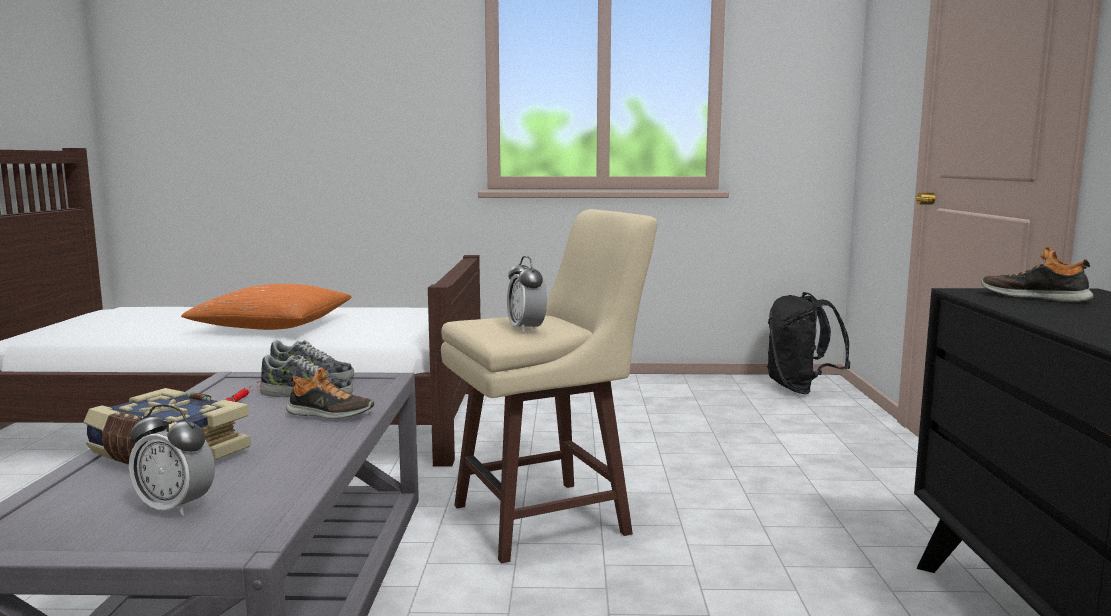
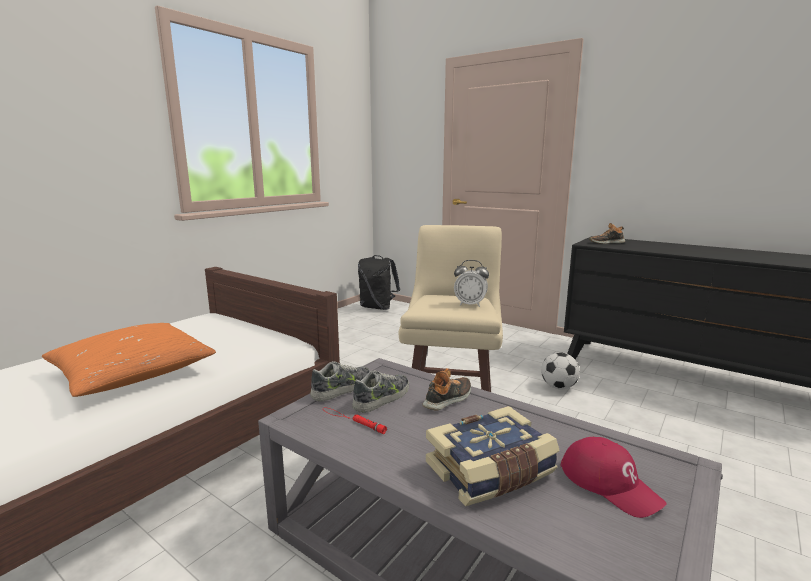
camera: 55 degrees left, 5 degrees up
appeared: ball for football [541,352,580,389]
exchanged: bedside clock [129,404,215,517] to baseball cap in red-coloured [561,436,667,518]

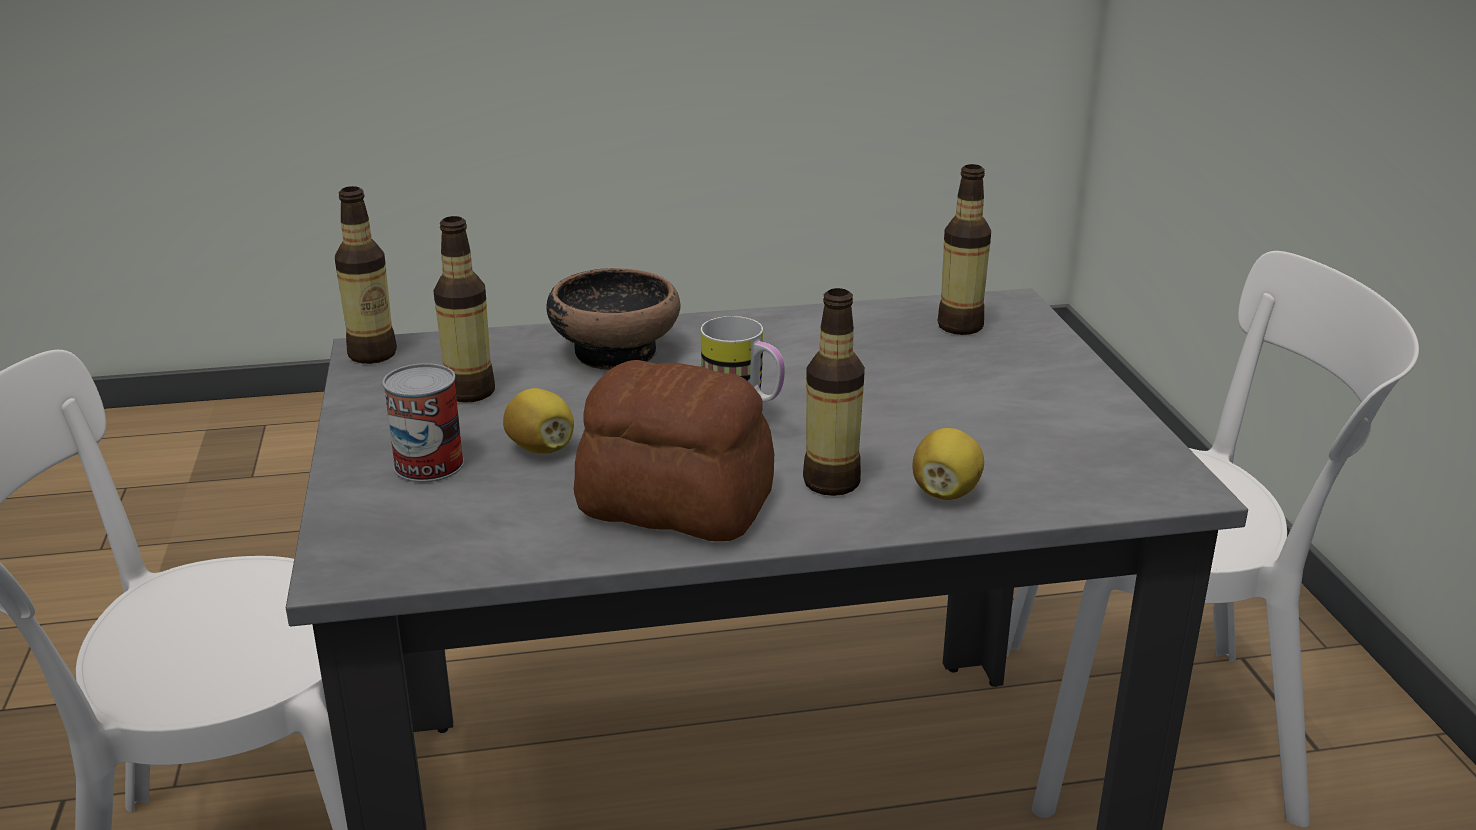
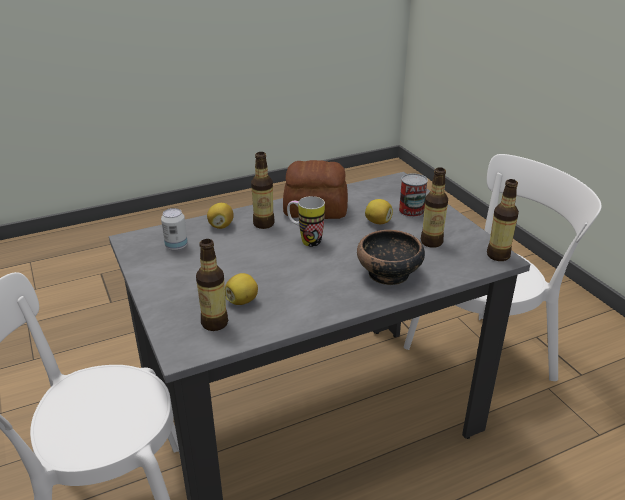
camera: 165 degrees right, 5 degrees up
appeared: metal can [161,208,188,251]; lemon [225,273,258,305]

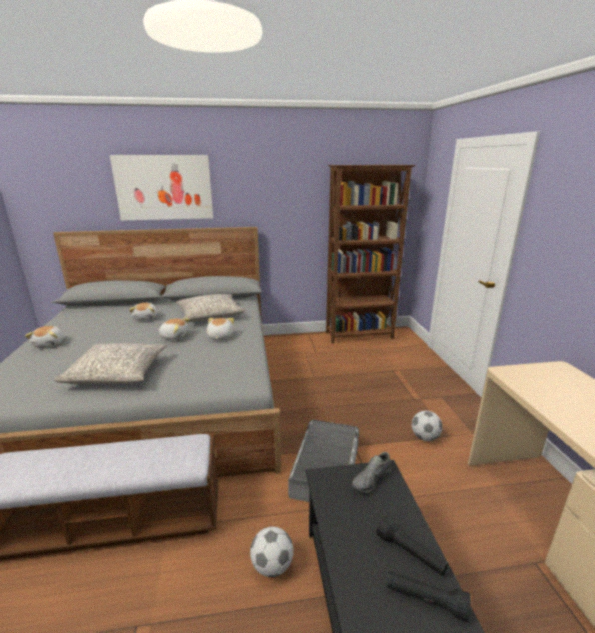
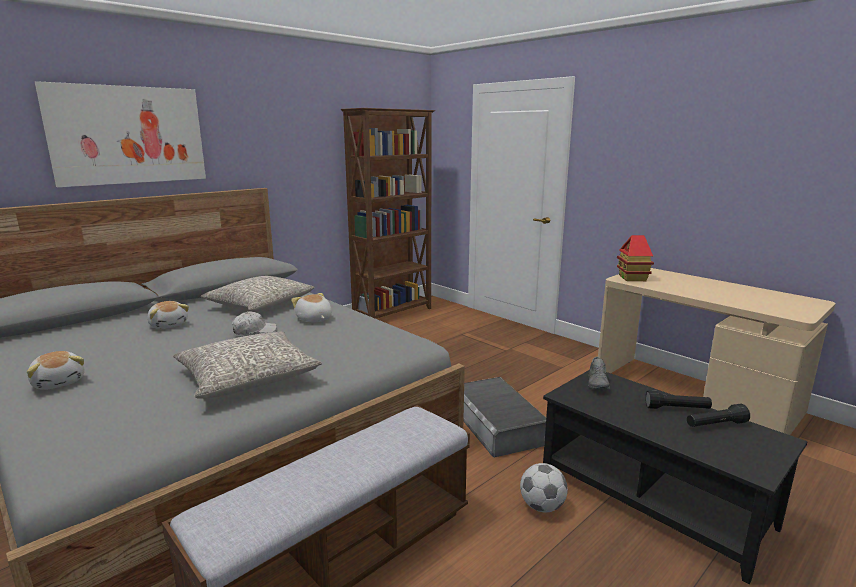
camera: 35 degrees left, 5 degrees down
missing: ball for football [412,411,443,441]
appeared: toy house [617,235,654,281]
exchanged: cuddly toy [158,318,190,340] to baseball cap in whitish [232,311,277,335]

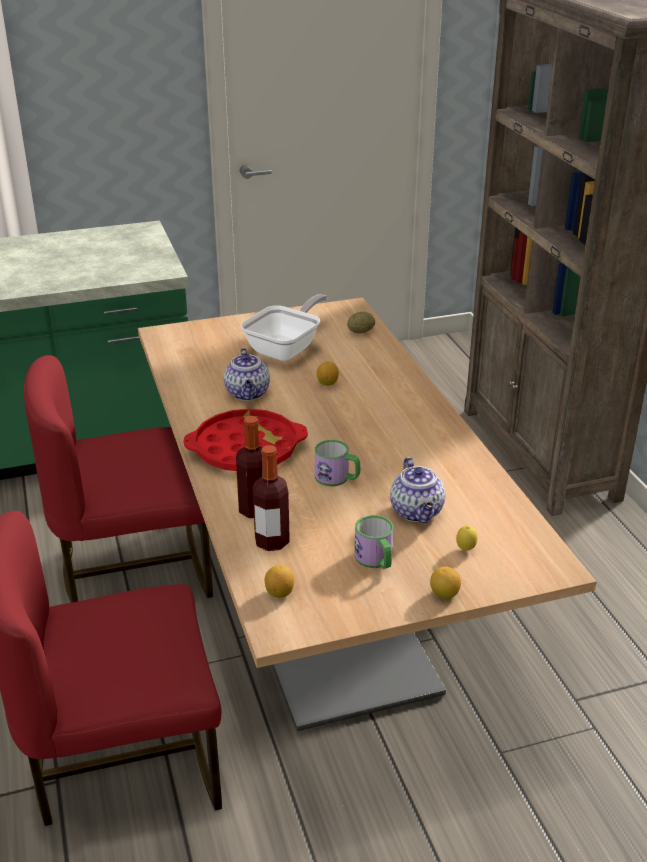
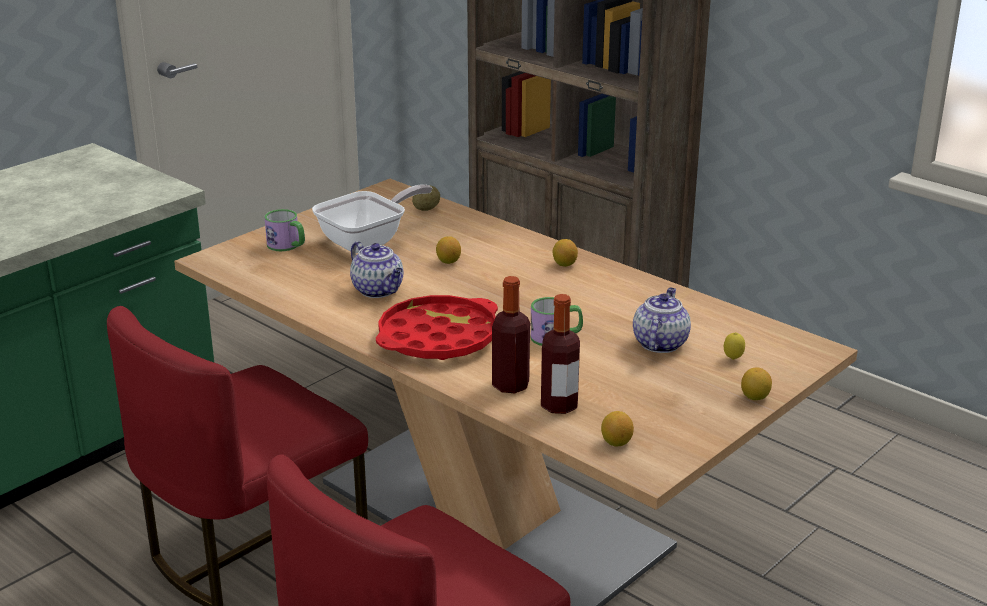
camera: 30 degrees left, 5 degrees down
appeared: lemon [553,239,578,267]
relocated: tea mug [355,515,393,569] to [265,209,305,251]
spun: frying pan [241,294,327,361] = [312,184,432,253] 45 degrees clockwise; teapot [390,457,445,523] = [633,288,691,353] 120 degrees counterclockwise

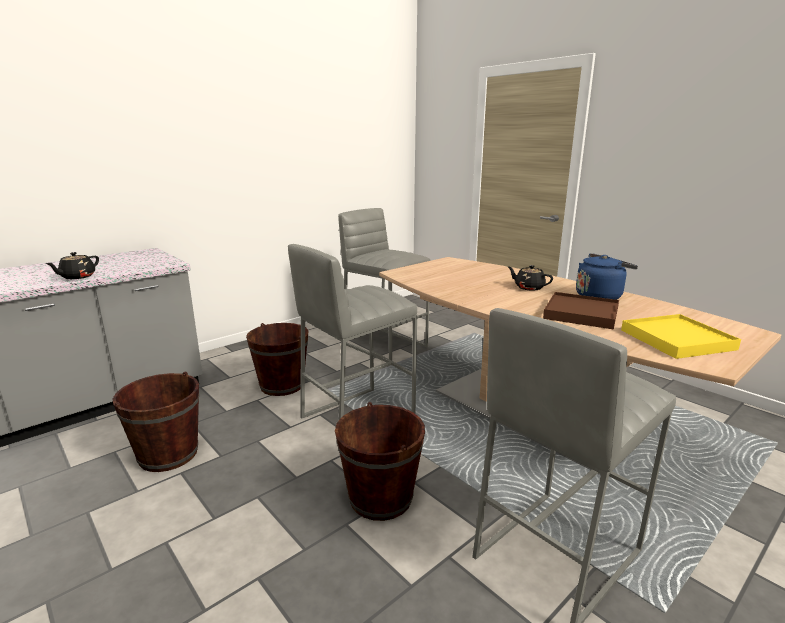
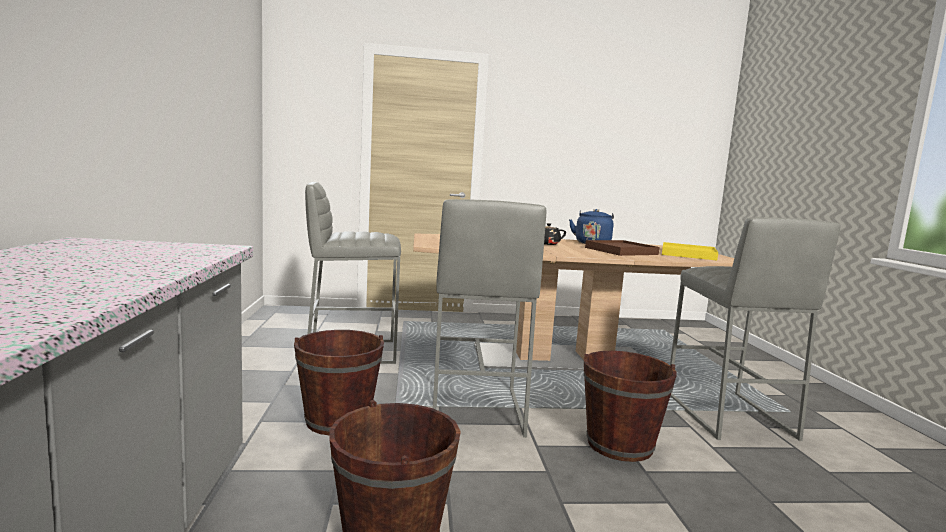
camera: 55 degrees left, 10 degrees down
missing: teapot in blackish [45,252,99,279]

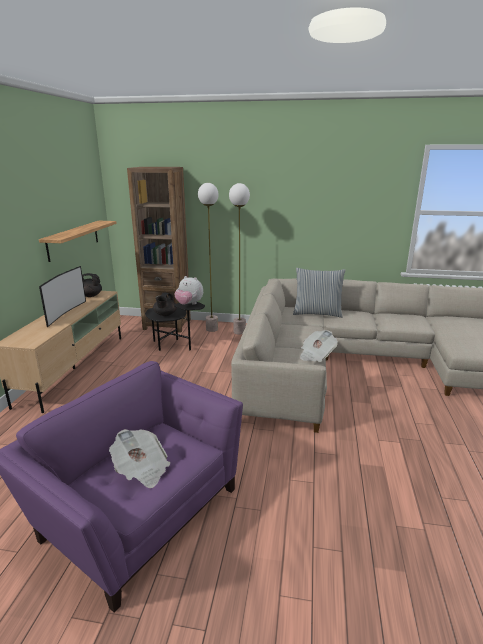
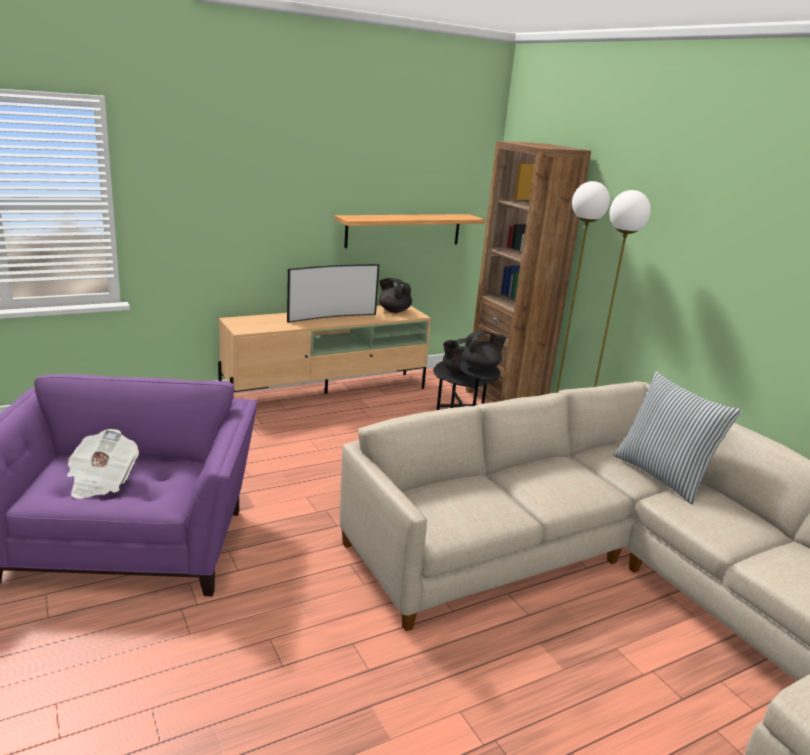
camera: 50 degrees right, 0 degrees up
missing: printed paper [299,330,338,362]
exchanged: cuddly toy [174,276,203,305] to teapot in blackish [462,330,507,371]

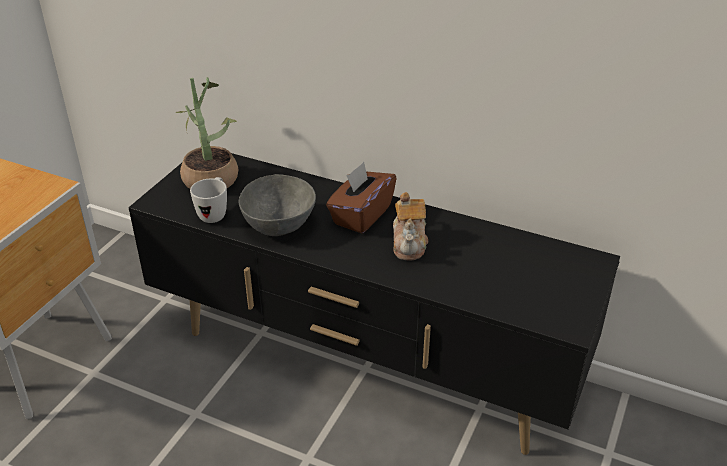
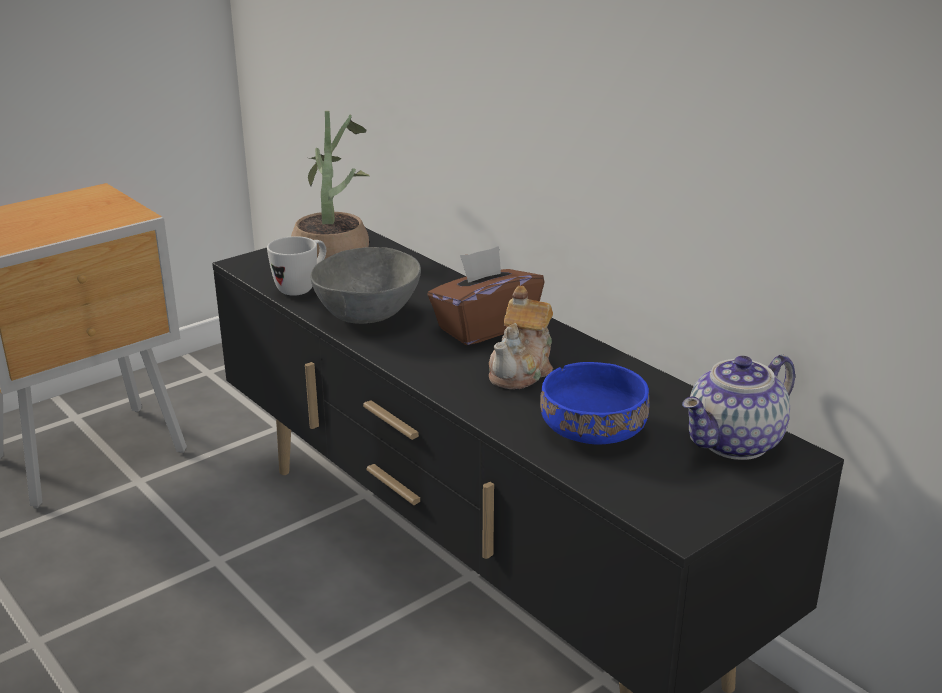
camera: 25 degrees right, 10 degrees down
appeared: serving bowl in bluish [540,362,649,445]; teapot [682,354,795,460]

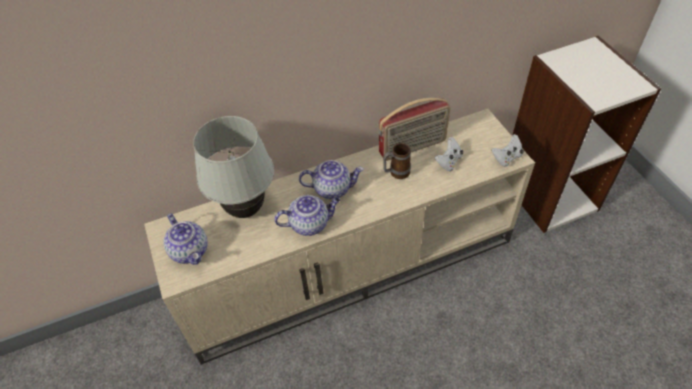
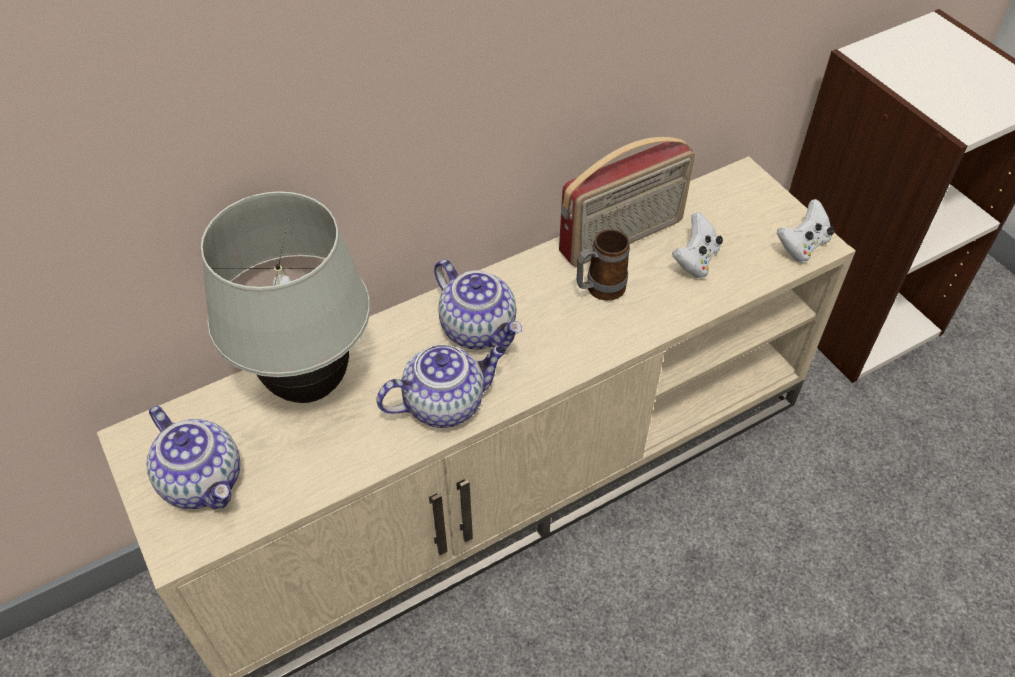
camera: 10 degrees left, 0 degrees up
spun: teapot [299,160,364,199] = [434,259,522,349] 60 degrees clockwise

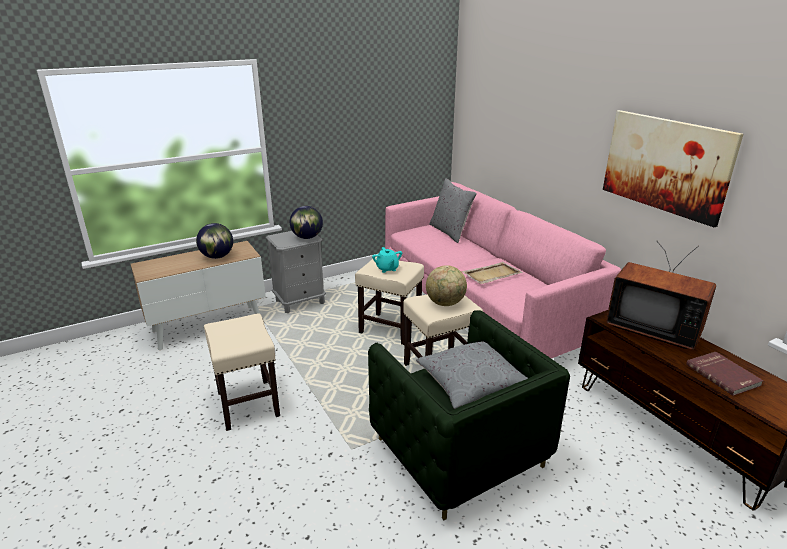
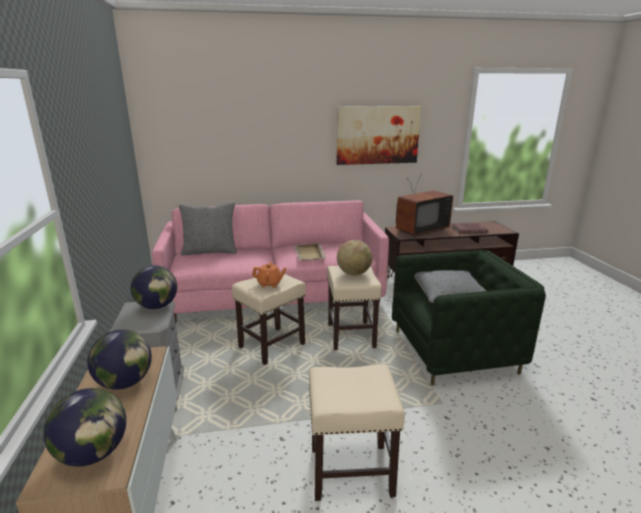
camera: 70 degrees left, 5 degrees down
appeared: globe [44,388,126,467]
colour: teapot in turquoise [372,247,402,273] to teapot in orange [252,262,287,288]

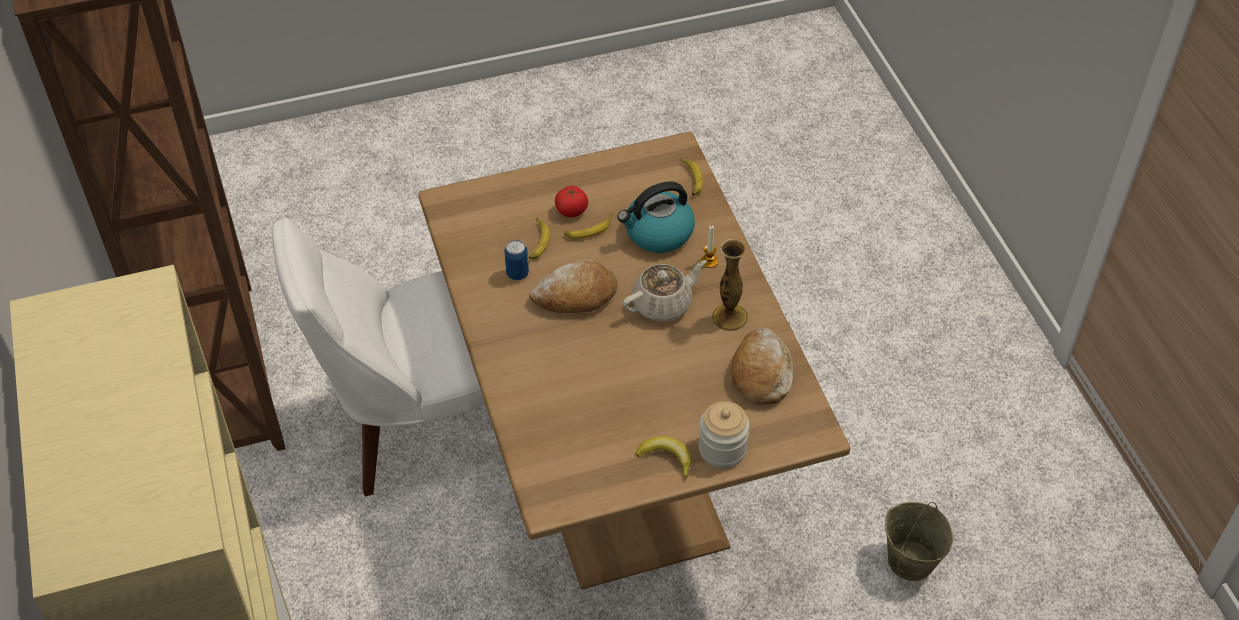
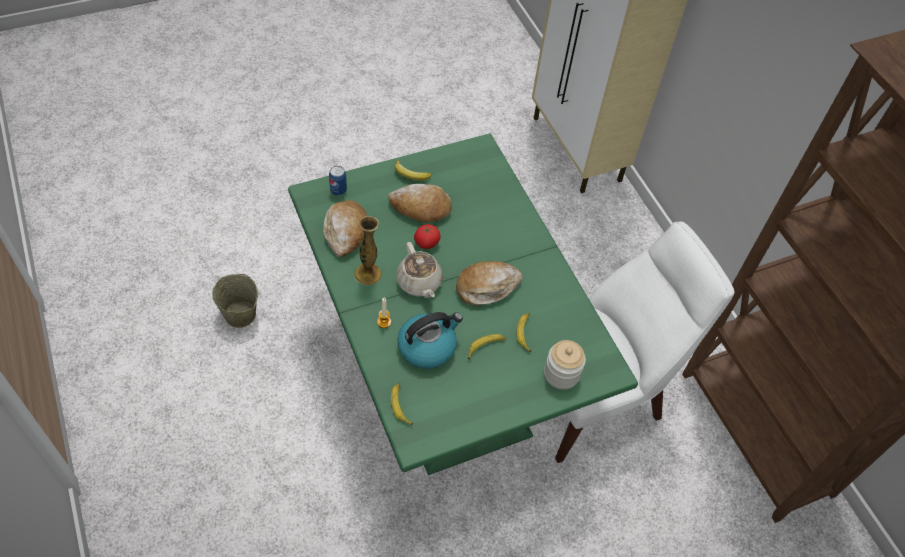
camera: 170 degrees right, 5 degrees up
appeared: bread [388,184,452,222]
relocated: metal can [504,240,529,280] to [329,166,347,196]; tomato [555,186,588,218] to [414,224,441,249]; jar [699,401,750,468] to [544,340,586,390]
colour: kitchen table in brown [418,132,850,590] to kitchen table in green-coloured [288,134,638,475]
spun: teapot in sand-coloured [622,260,707,321] = [396,242,443,298] 75 degrees counterclockwise

